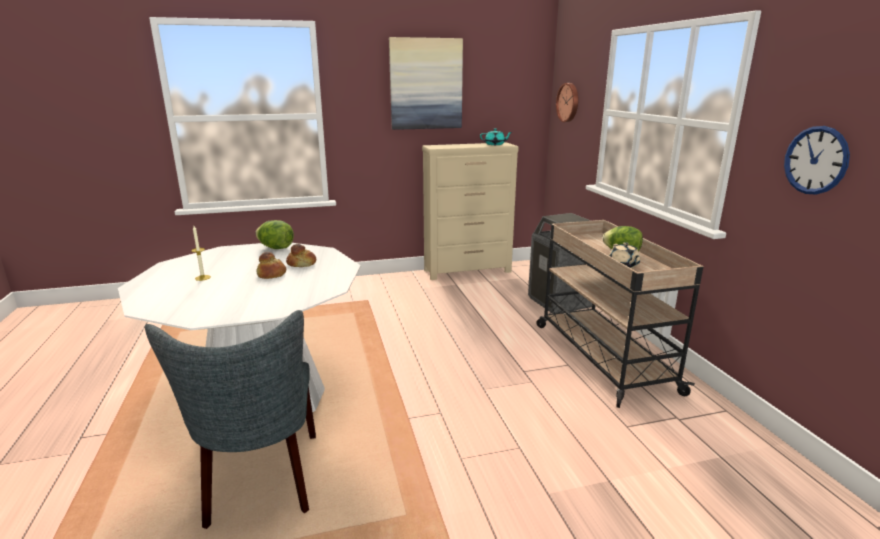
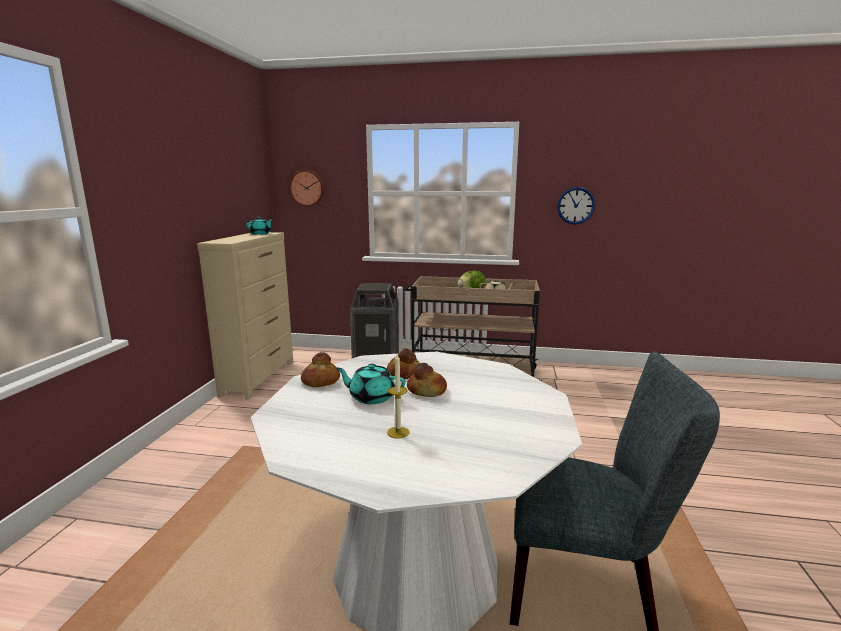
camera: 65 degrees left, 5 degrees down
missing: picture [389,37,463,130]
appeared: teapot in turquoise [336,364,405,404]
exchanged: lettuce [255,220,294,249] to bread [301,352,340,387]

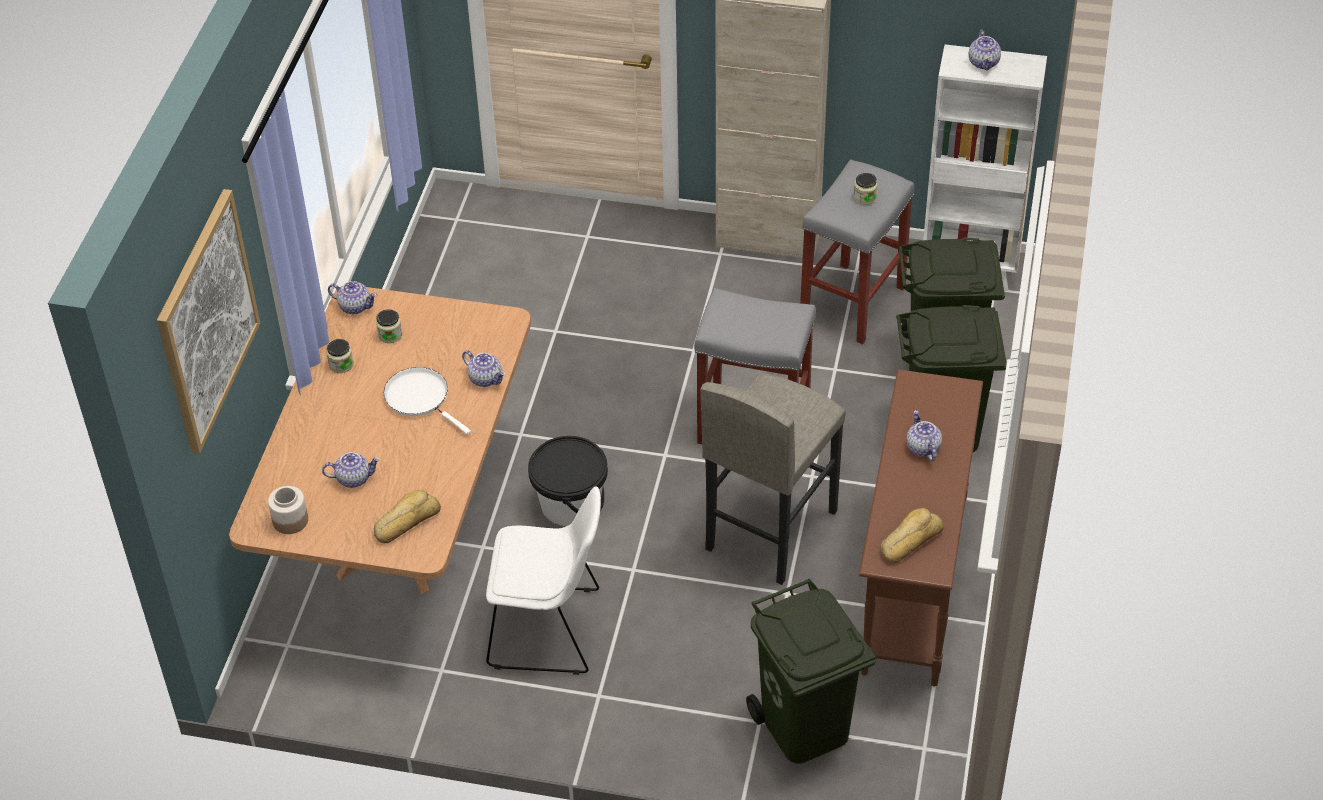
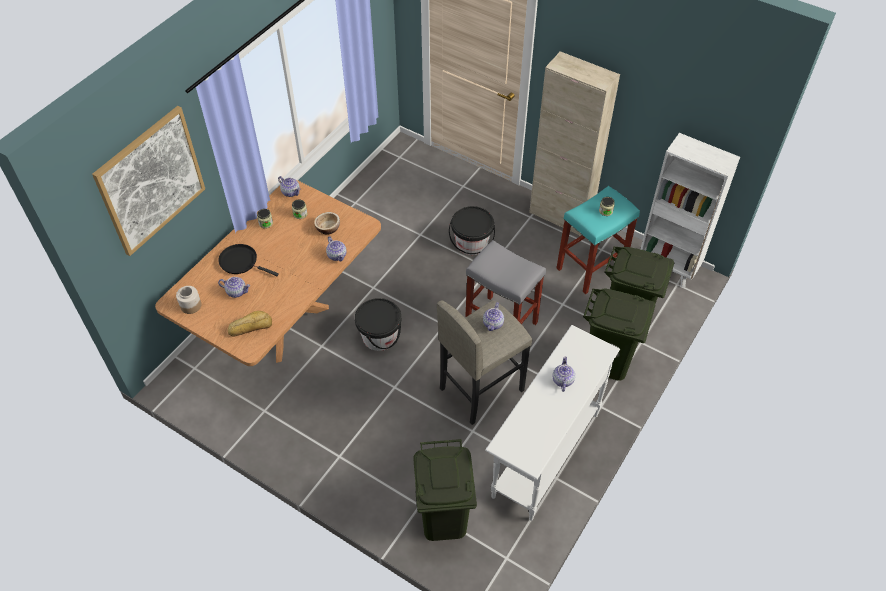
camera: 20 degrees right, 5 degrees up
missing: frying pan in whitish [384,367,471,435]; chair in whitish [486,486,601,675]; bread [880,508,944,563]
appeared: frying pan in blackish [218,244,279,276]; serving bowl [314,212,340,235]; pail in blackish [449,206,495,255]
relocated: teapot [969,30,1001,70] to [483,302,504,331]
colour: hall table in brown [859,370,983,687] to hall table in whitish [485,325,620,521]; sitting stool in grey [800,159,914,344] to sitting stool in turquoise [557,186,640,294]

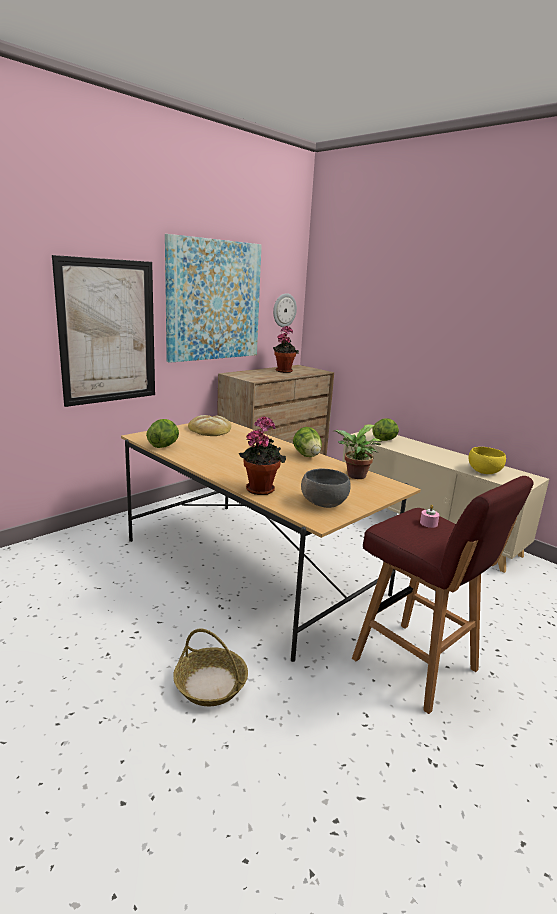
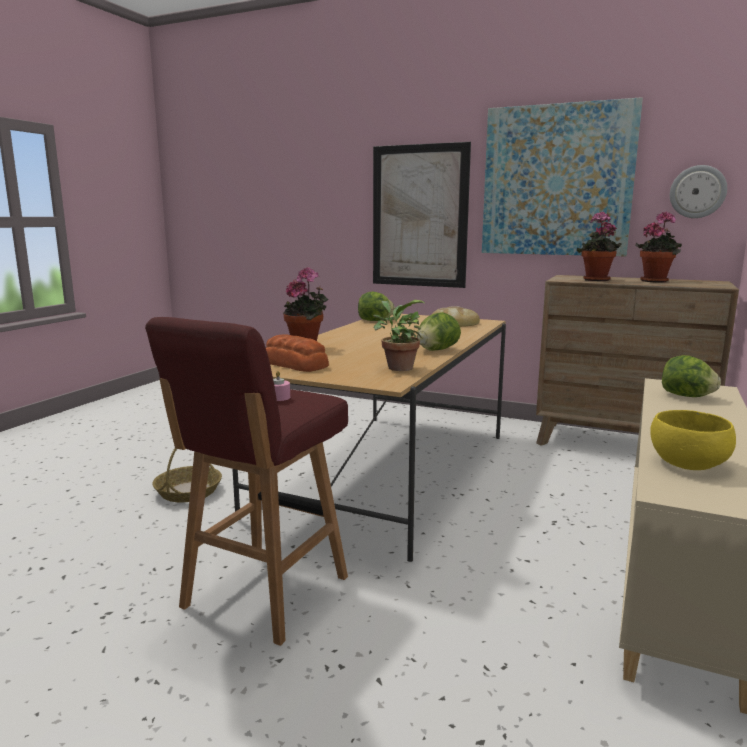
camera: 70 degrees right, 5 degrees down
appeared: plant in a pot [577,212,622,281]
exchanged: serving bowl in grey [301,469,351,508] to bread [266,334,329,372]

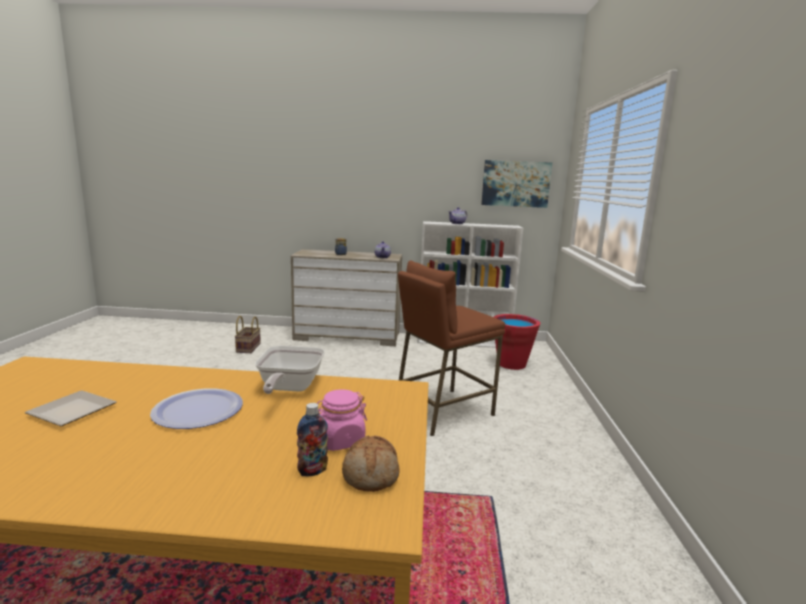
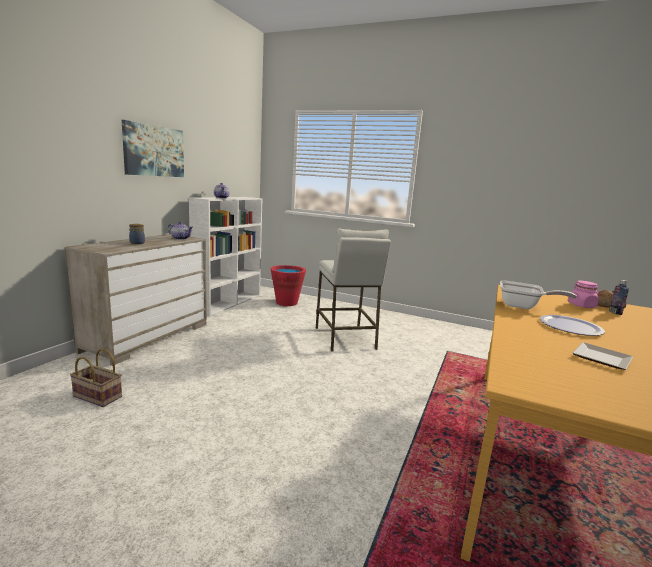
camera: 70 degrees left, 0 degrees up
relocated: picture [481,160,552,208] to [122,120,184,177]
colour: sitting stool in brown [398,261,505,436] to sitting stool in whitish [316,228,391,351]

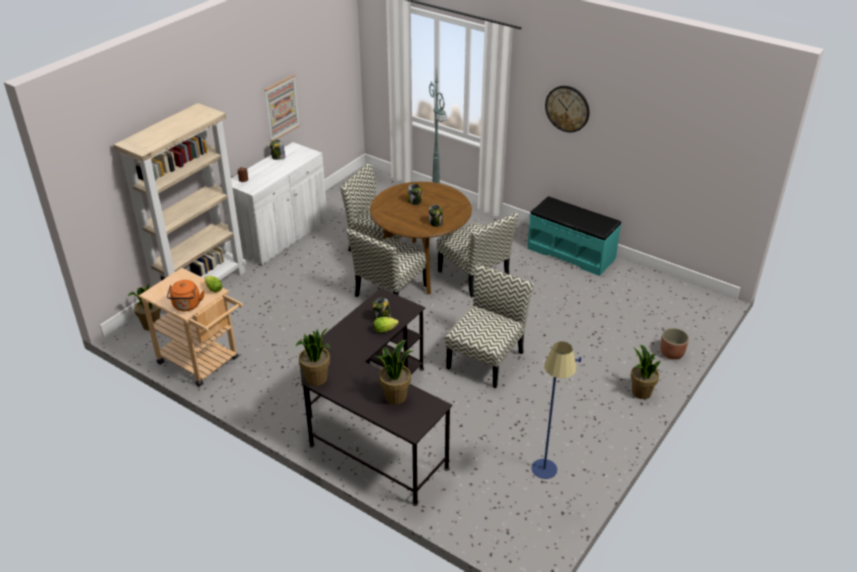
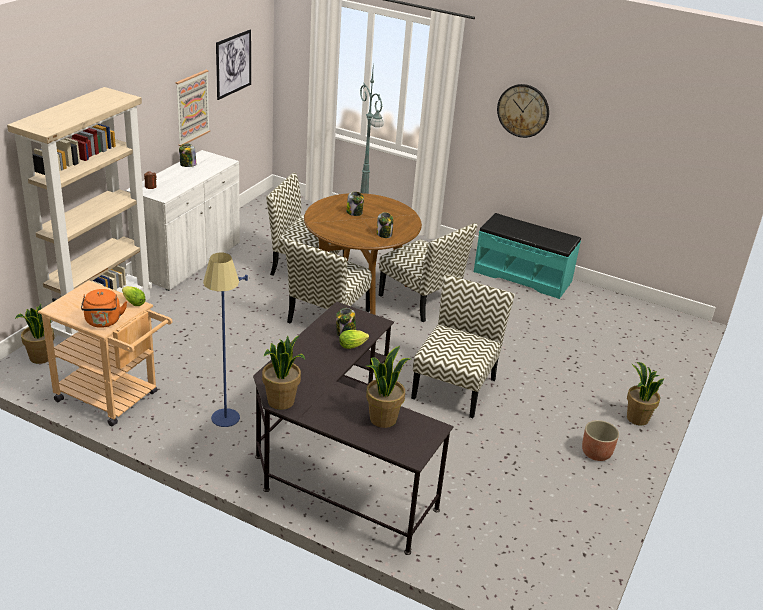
camera: 10 degrees left, 5 degrees down
appeared: picture [216,29,251,100]
relocated: standing lamp in bluish [532,342,581,479] to [203,253,248,427]; plant pot [660,328,689,360] to [582,420,619,461]

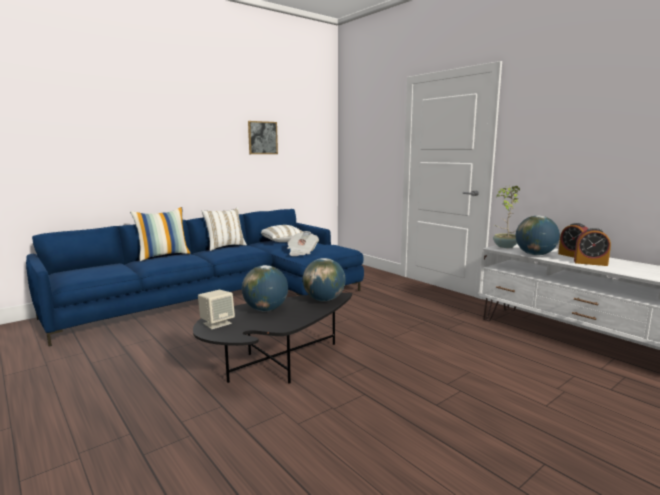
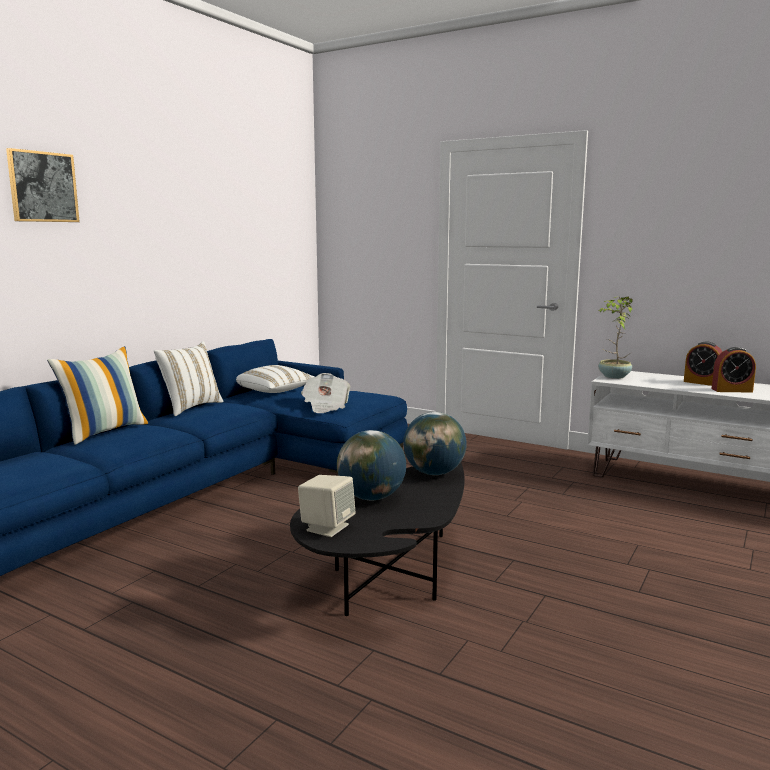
camera: 20 degrees left, 0 degrees up
missing: globe [516,216,560,256]
relocated: picture [248,121,278,154] to [6,148,80,222]

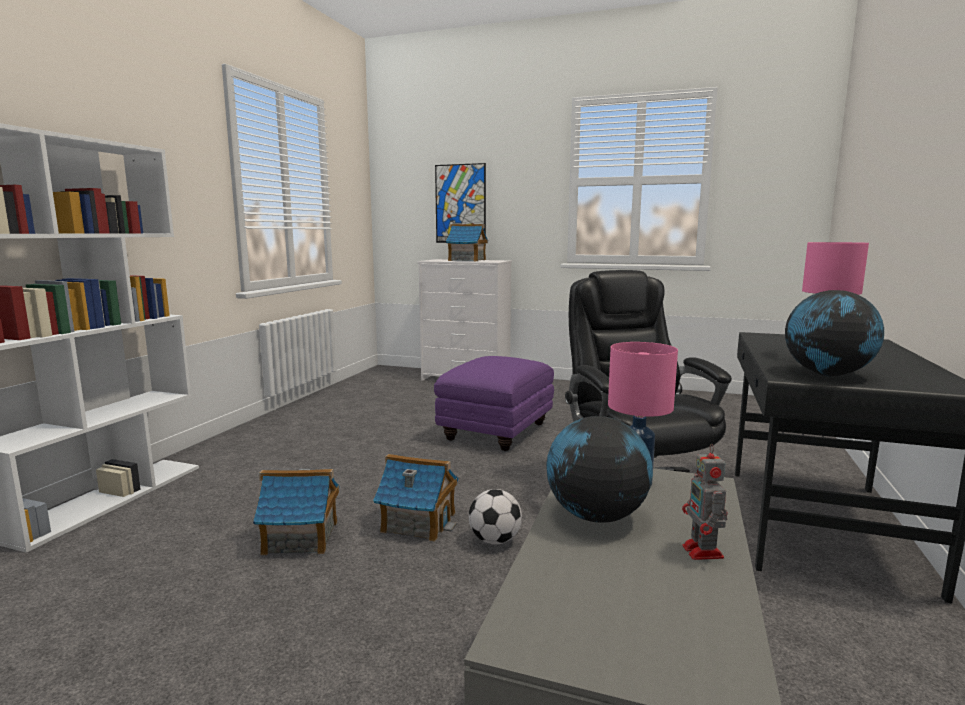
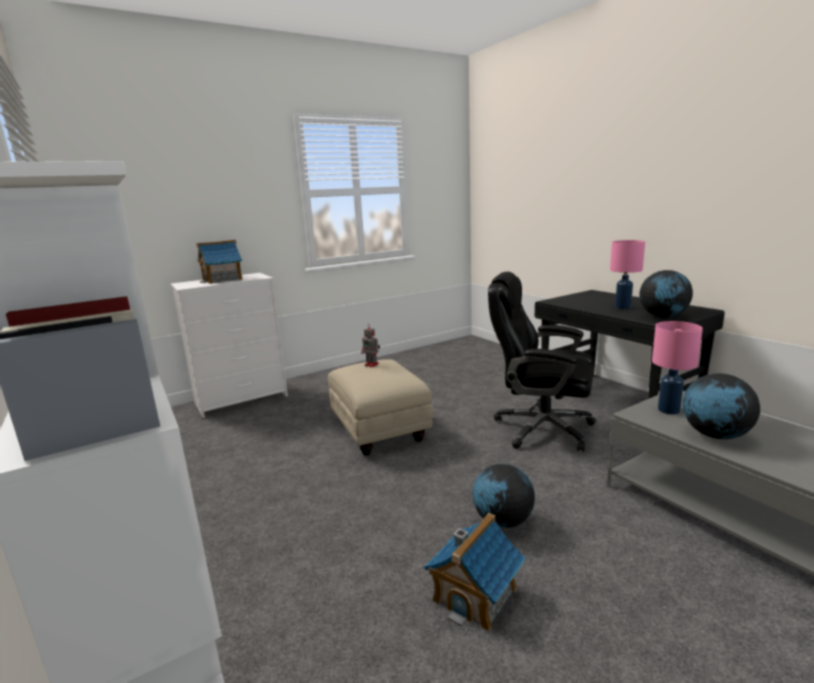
camera: 50 degrees left, 5 degrees up
missing: picture [435,163,486,243]; ball for football [469,489,522,545]
relocated: model robot [682,444,728,560] to [361,324,380,367]
exchanged: toy house [373,454,458,542] to globe [473,464,535,528]
colour: footrest in purple-coloured [434,356,554,451] to footrest in sand-coloured [328,359,433,455]

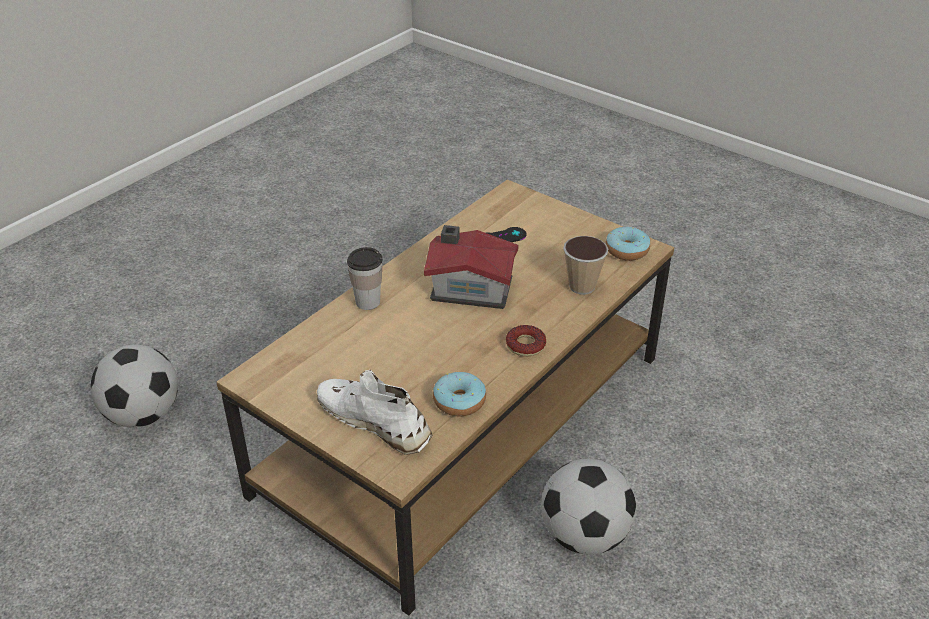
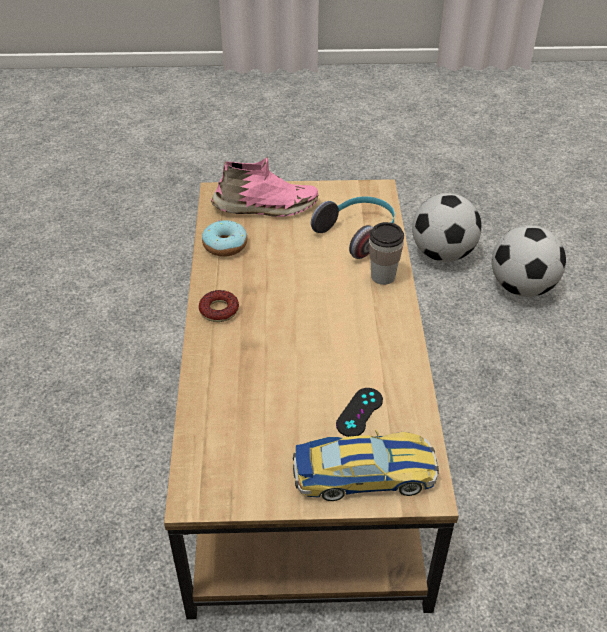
camera: 140 degrees right, 5 degrees up
missing: toy house [424,225,518,309]; cup [563,236,608,295]; doughnut [606,227,650,261]
appeared: toy car [293,429,439,501]; headphones [311,196,395,259]
relocated: ball for football [541,459,636,555] to [412,193,482,262]
colour: shoe in whitish [317,370,433,455] to shoe in pink [211,157,318,217]

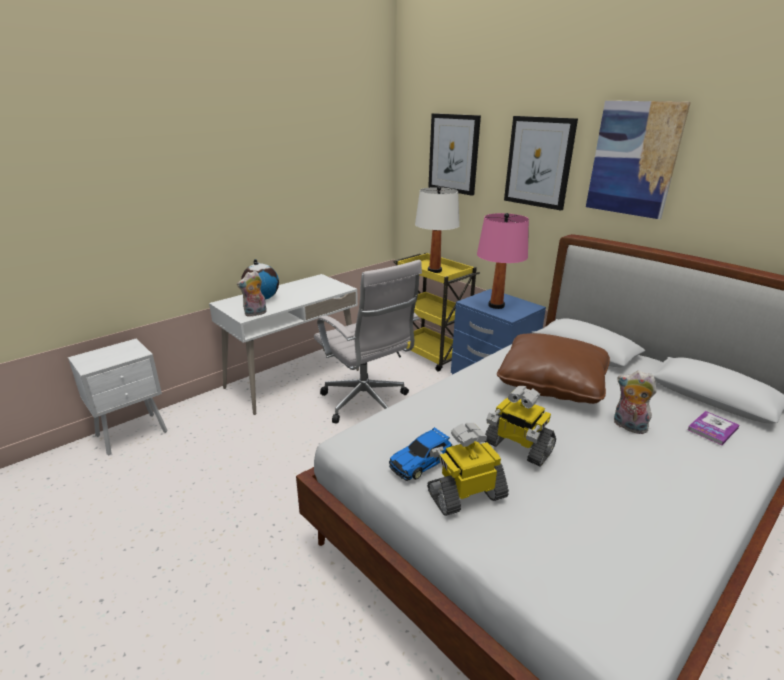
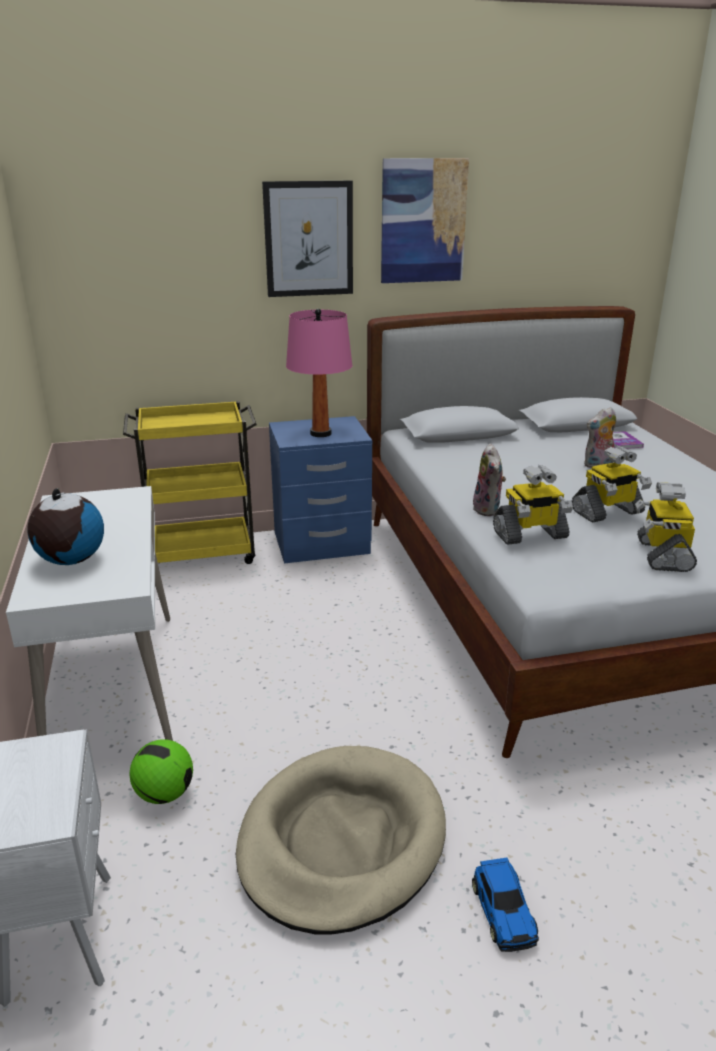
camera: 60 degrees left, 0 degrees up
missing: desk chair in whitish [314,260,422,424]; lamp for a table in whitish [415,186,460,273]; picture [428,113,481,196]; throw pillow in brown [497,333,610,404]
appeared: ball for football [129,740,193,804]; pet bed in sand-coloured [236,746,446,935]; model robot [493,465,573,545]
relocated: cuddly toy [237,270,267,317] to [471,443,506,516]; toy car [389,427,452,481] to [472,858,539,952]

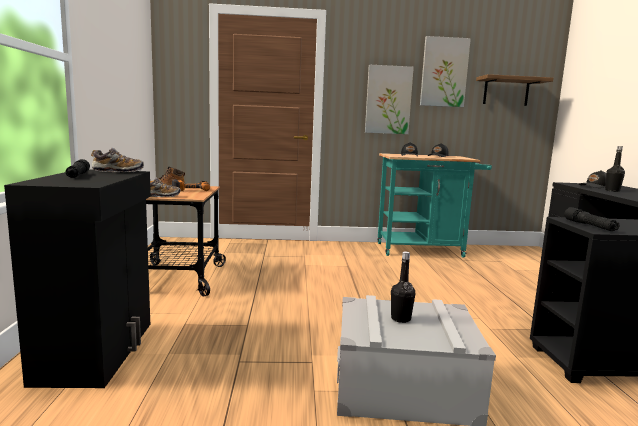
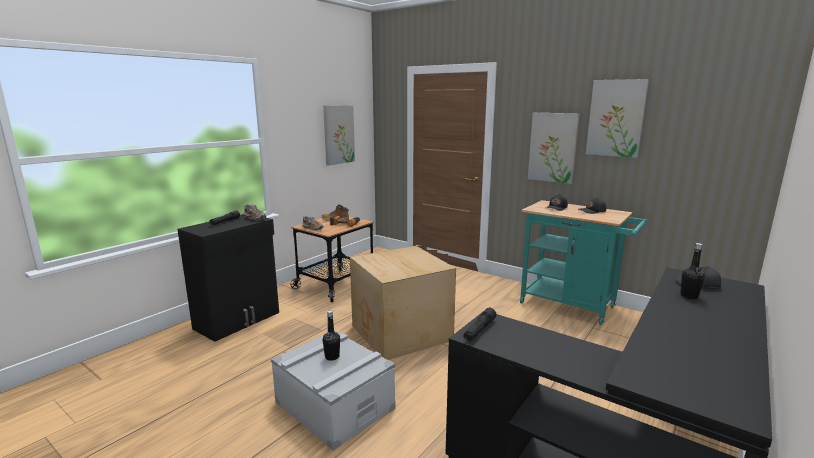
camera: 40 degrees right, 5 degrees up
missing: bracket shelf [476,74,553,106]
appeared: picture [323,105,355,166]; cardboard box [350,246,456,360]

